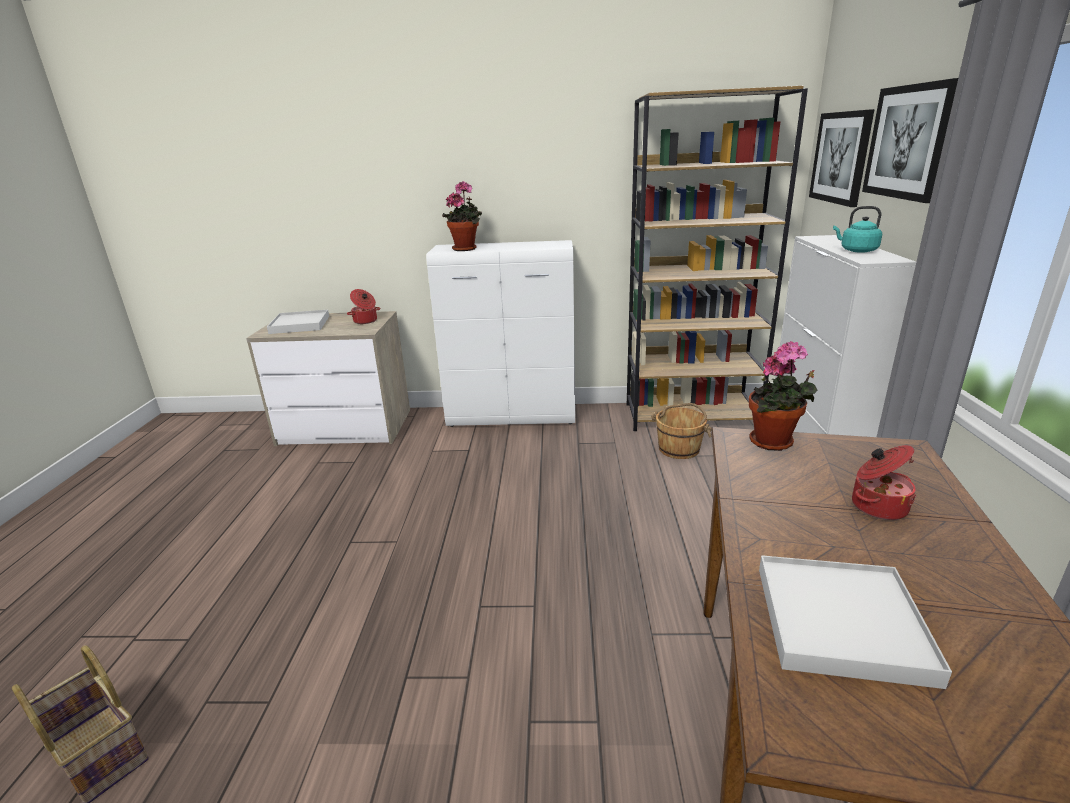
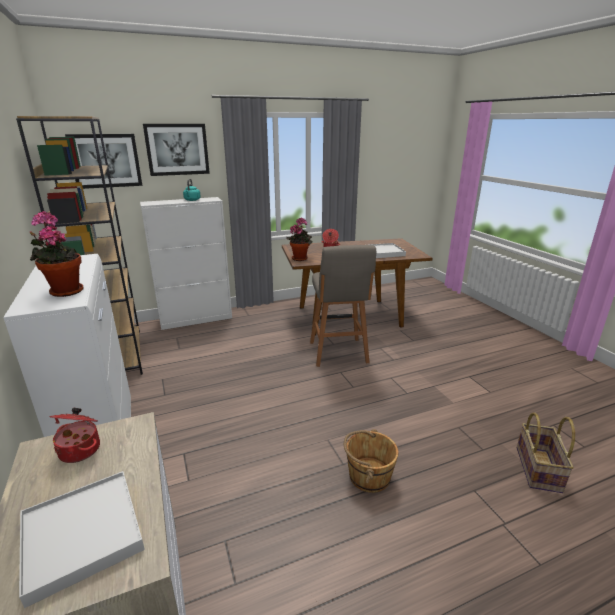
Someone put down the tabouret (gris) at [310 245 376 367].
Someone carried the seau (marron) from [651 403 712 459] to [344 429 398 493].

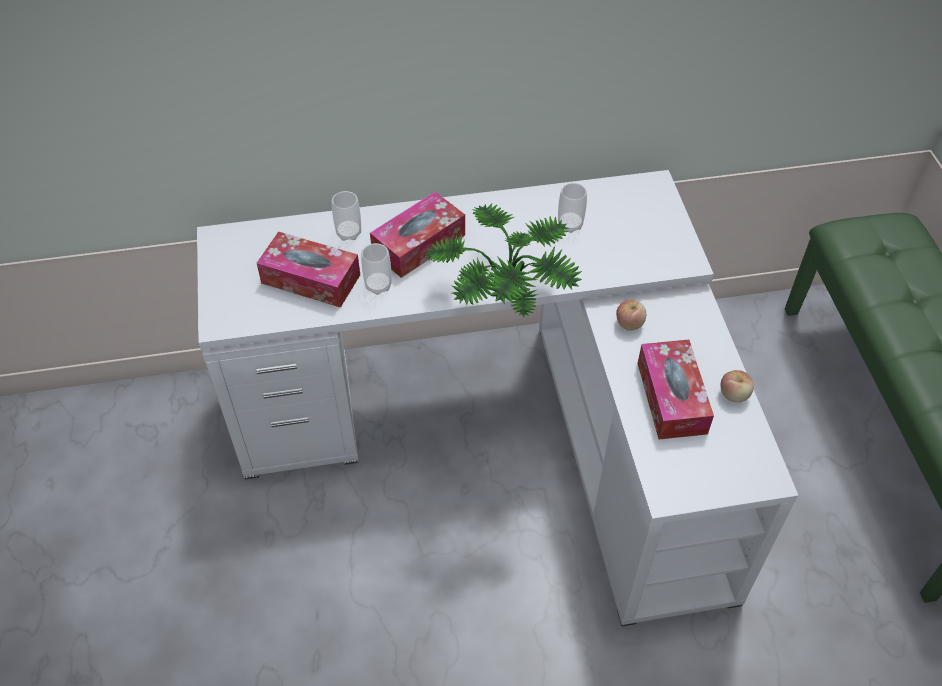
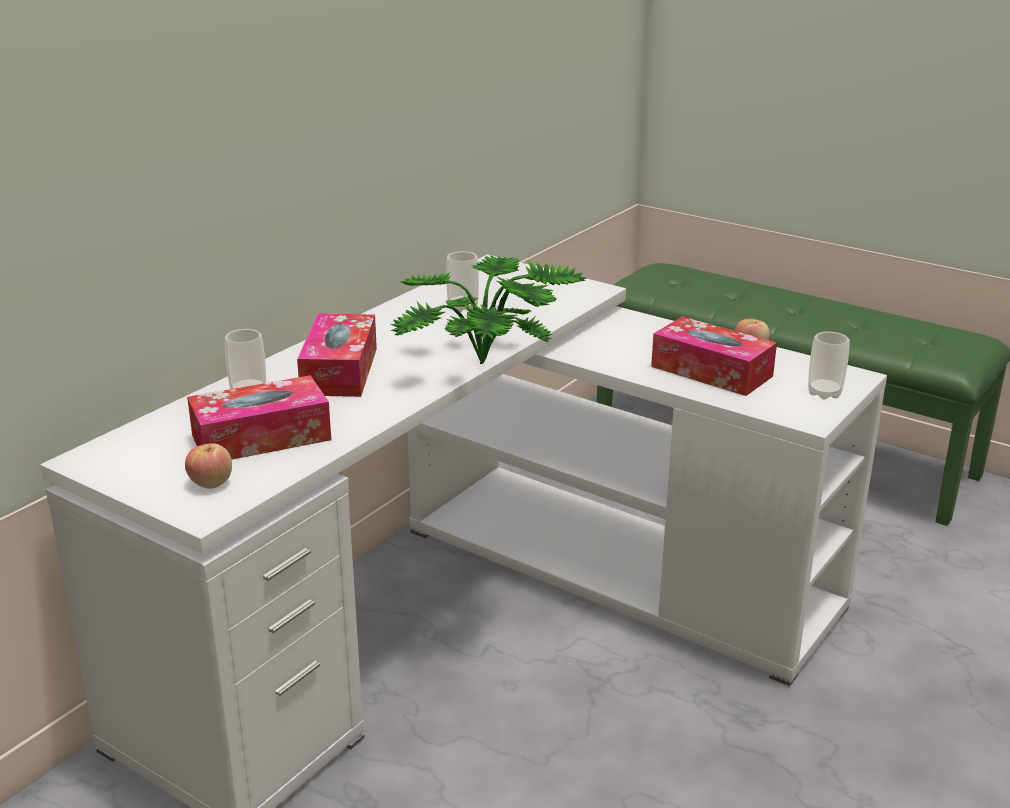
Someone carried the pomme from [616 300 646 331] to [185 443 232 489].
Someone carried the tasse from [361 243 392 295] to [808 332 850 400].

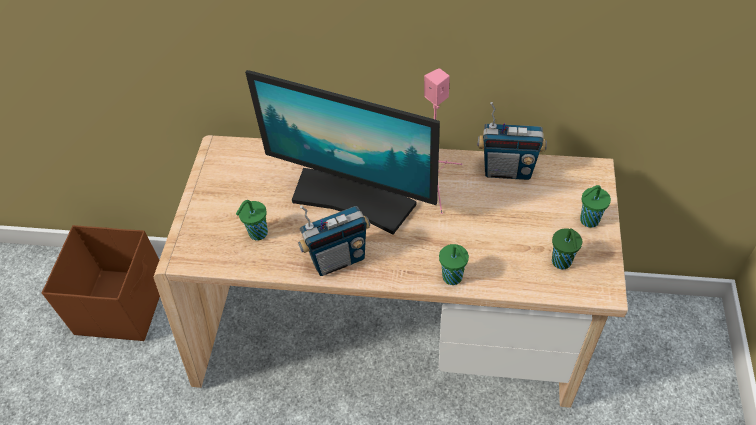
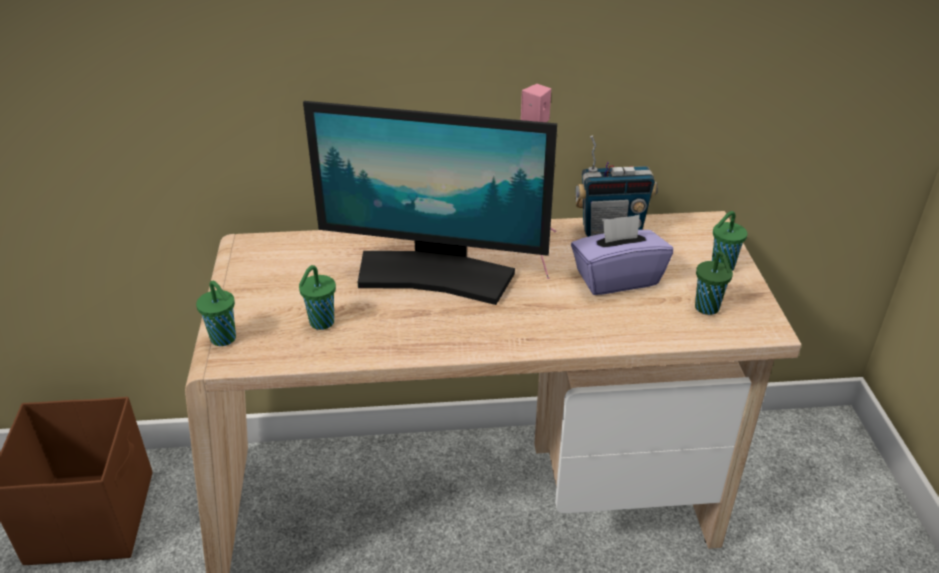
Someone carried the tasse (vert) from [439 244 469 285] to [196 281 236 346].
Someone put down the boîte à mouchoirs (violet) at [571 215 673 295].
Someone took away the radio at [298 205 370 276].

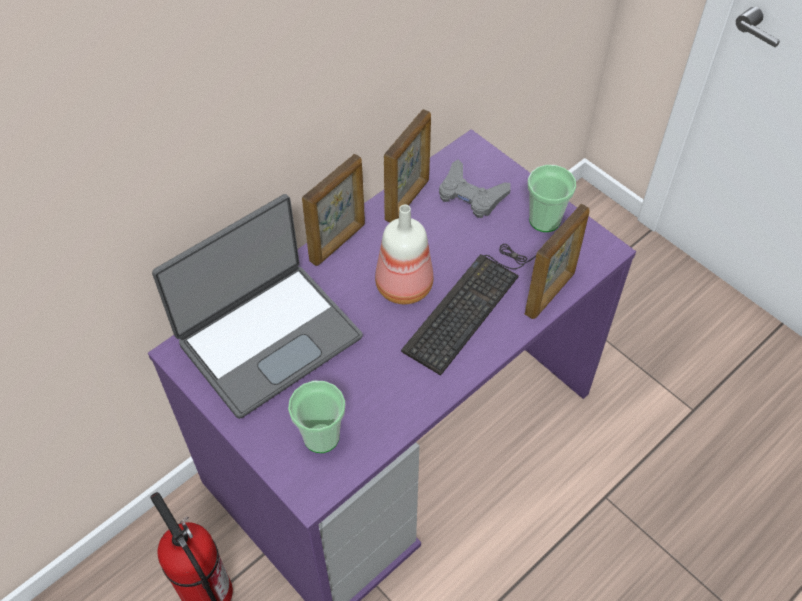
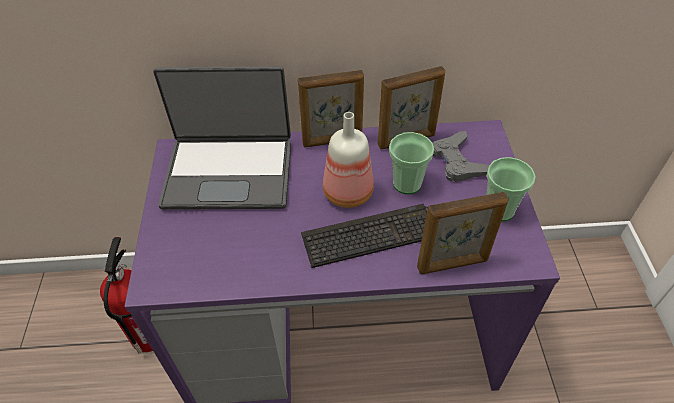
Someone carried the tasse from [288 381 345 453] to [389 132 434 194].

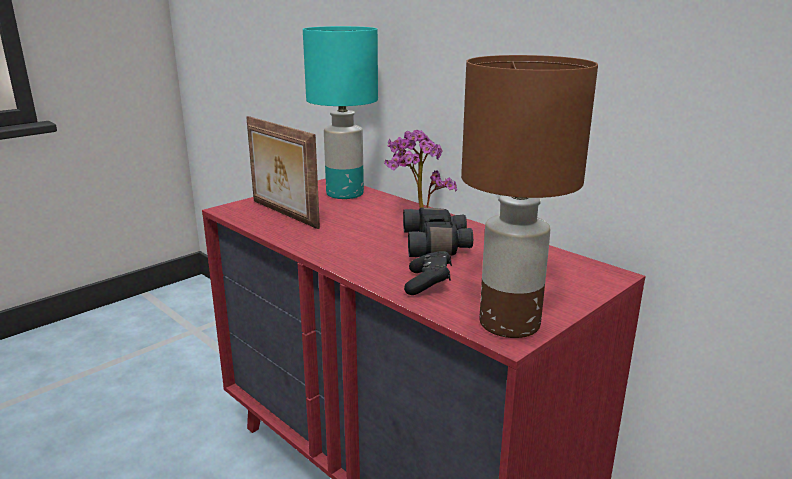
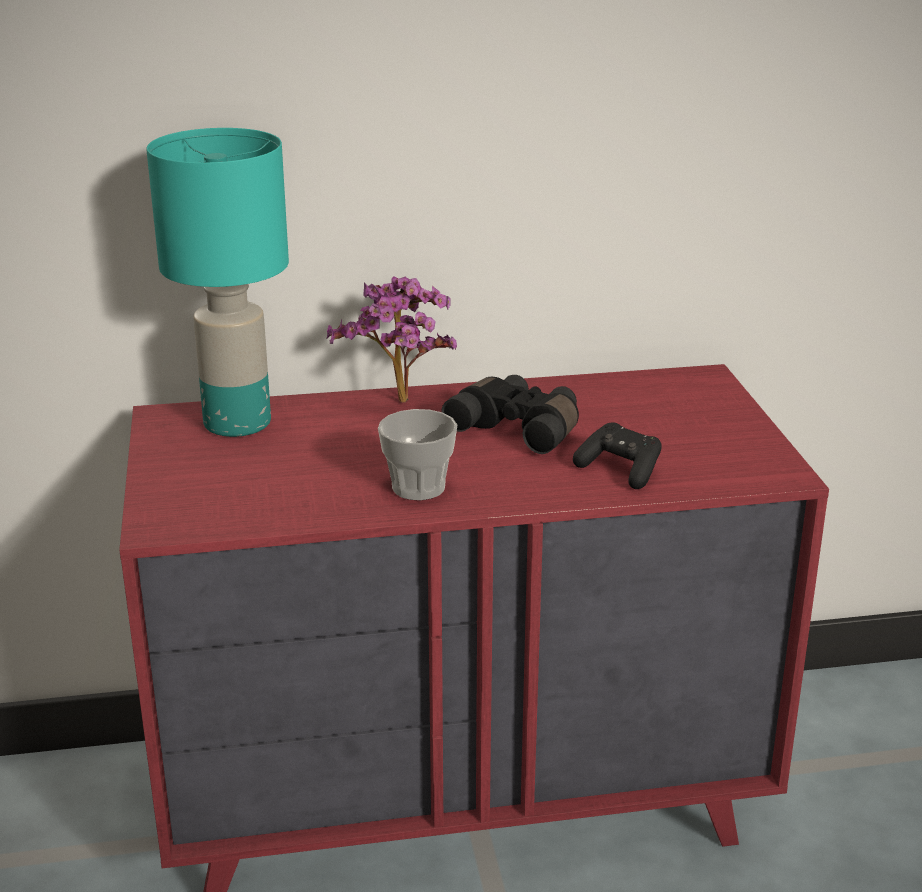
Someone put down the tasse at [378 409 457 500].
Someone took away the cadre photo at [246 116 320 229].
Someone took away the lampe de table (marron) at [461 55 598 338].

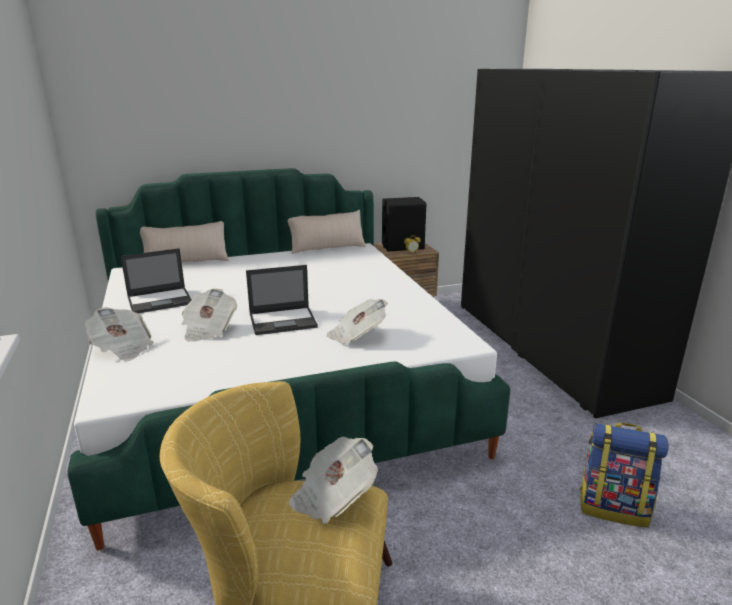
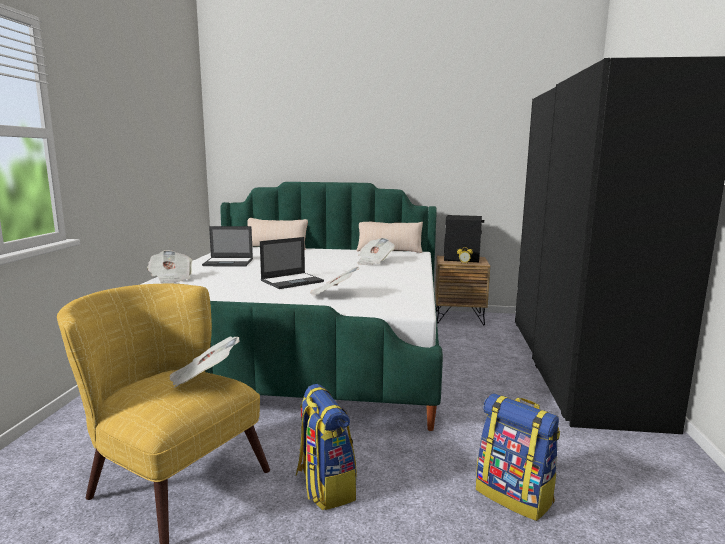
Someone rotated the ordinateur portable at [246 265 318 335] by 45 degrees counterclockwise.
Someone put down the sac à dos at [296 384 357 510].
Someone carried the journal from [182 288 237 342] to [357 238 395 265].

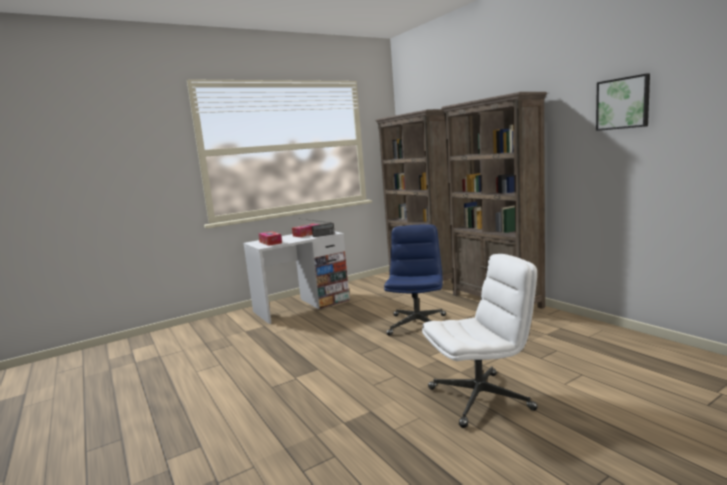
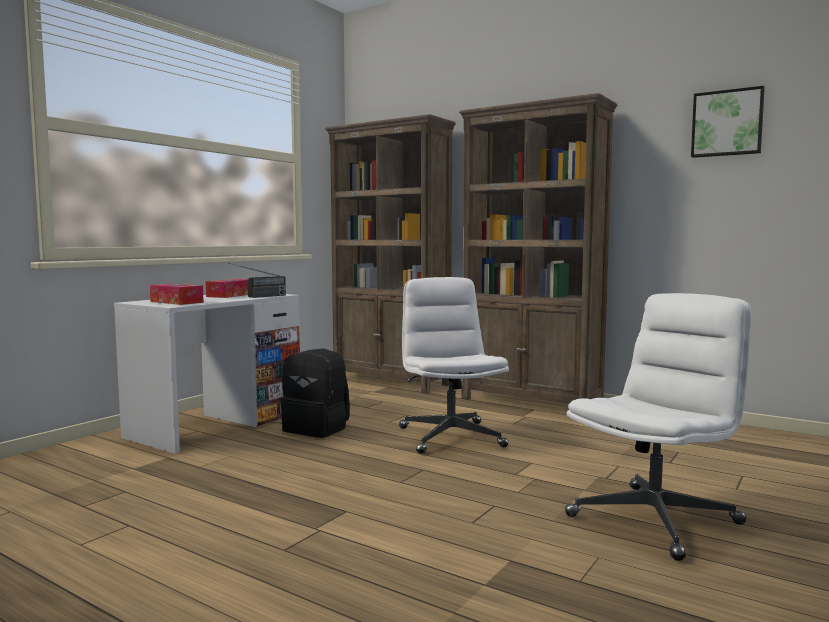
Someone put down the sac à dos (noir) at [280 348 350 438].
Someone repainted the chaise de bureau (bleu) at [384 225 446 336], which became the chaise de bureau (blanc) at [399 277 509 454].

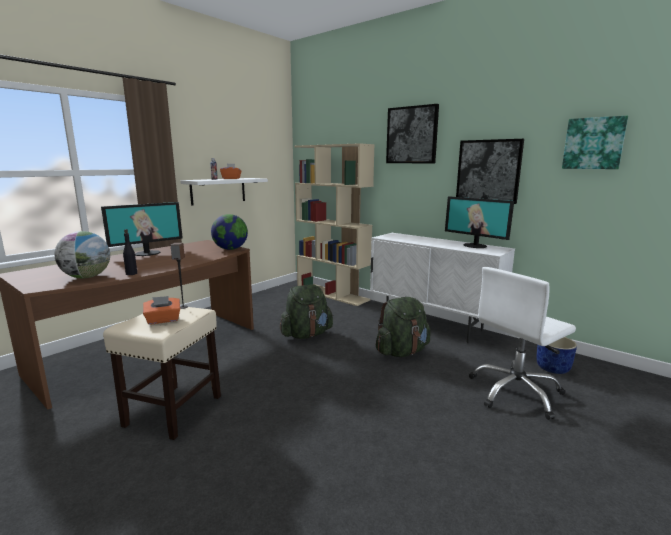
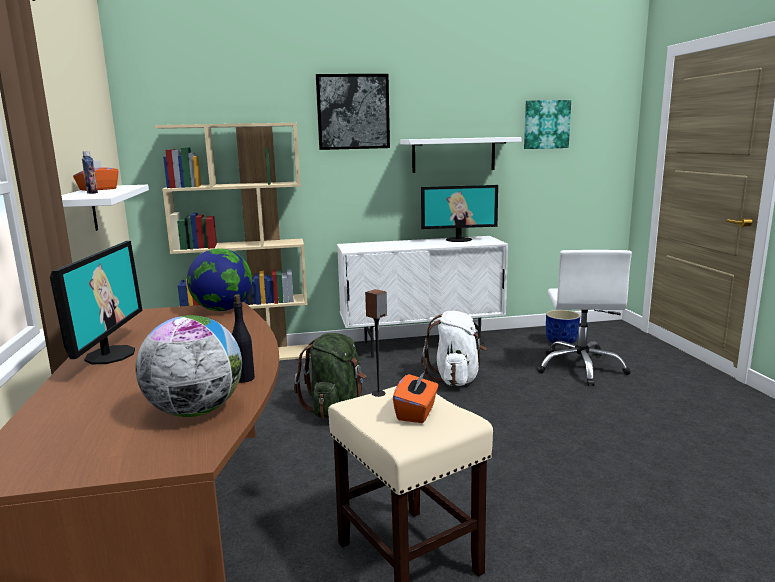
Someone swapped the tableau at [456 139 524 204] for the étagère (blanc) at [400 137 522 173].
Someone repainted the sac à dos (vert) at [376 297 431 357], which became the sac à dos (blanc) at [421 311 487 386].

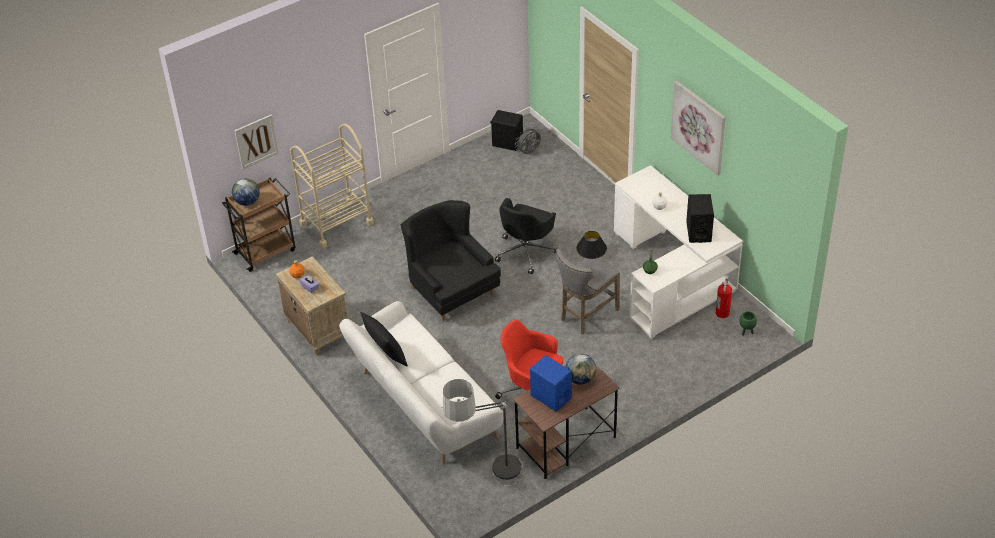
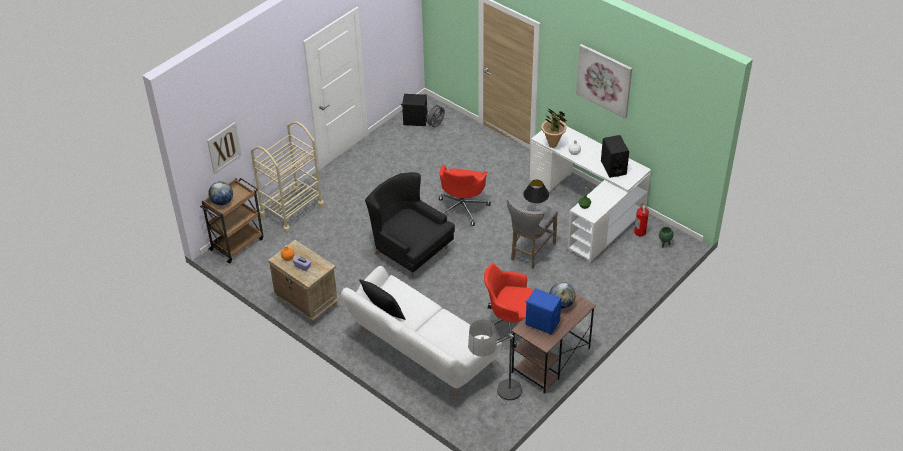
Someone repainted the chaise de bureau (noir) at [495 198 557 274], which became the chaise de bureau (rouge) at [439 165 491 226].
Someone put down the plante en pot at [541 108 567 148].

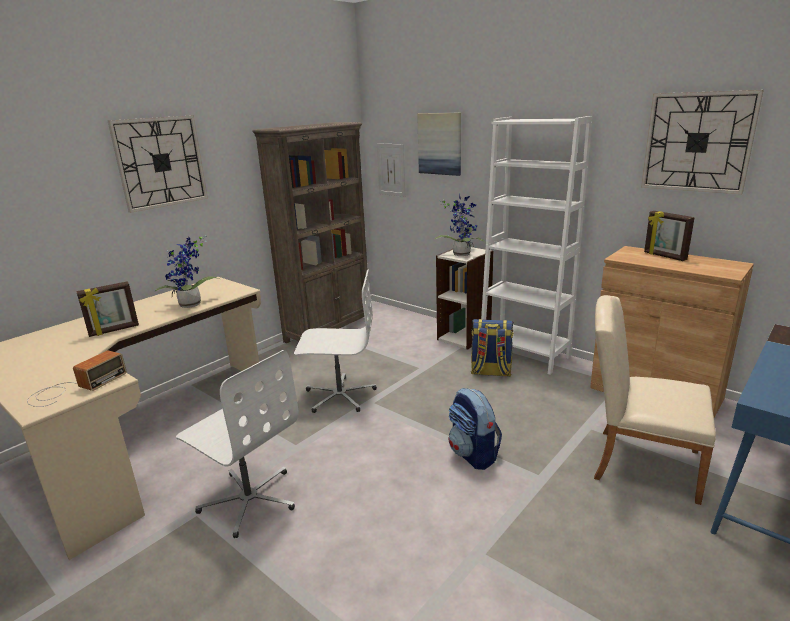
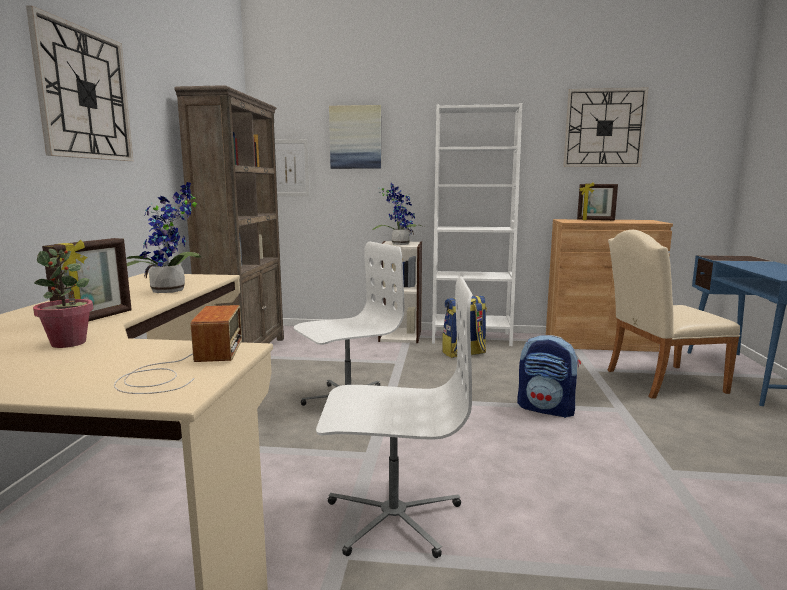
Someone put down the plante en pot at [33 249 94 348].

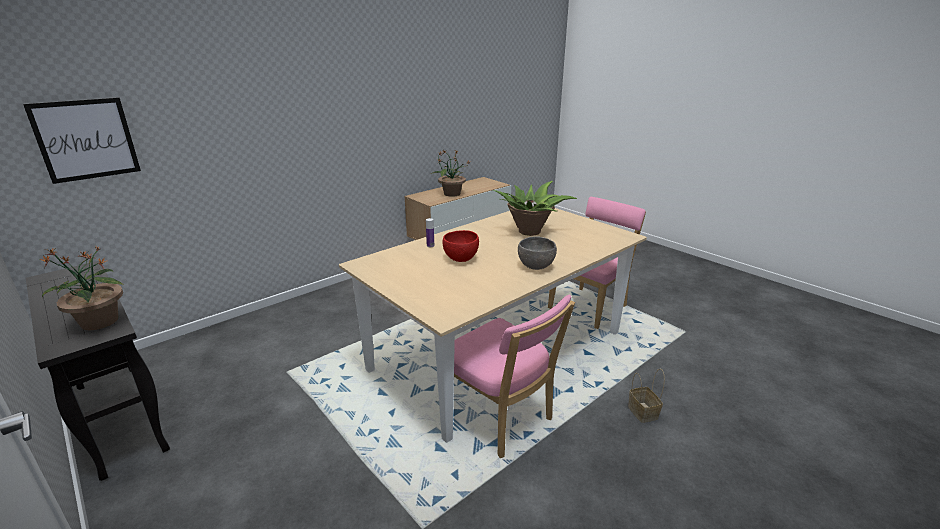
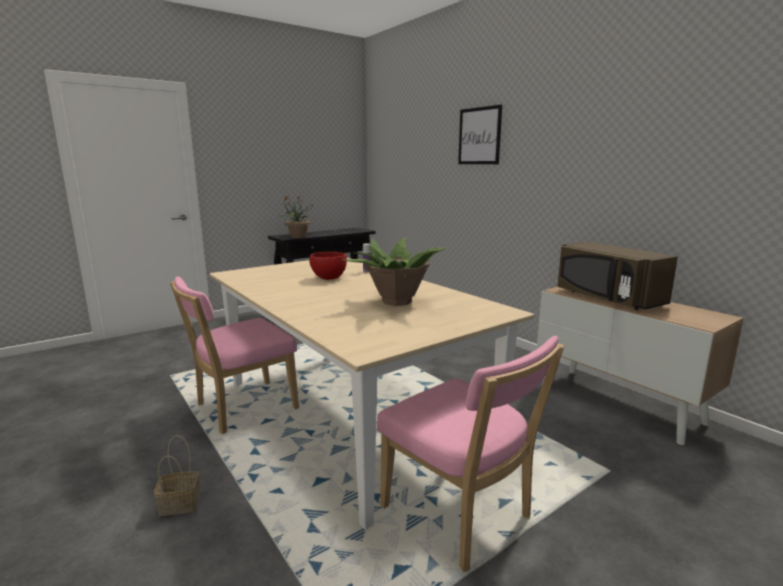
Someone carried the tableau from [23 97 141 184] to [458 105 502 164].
Someone swapped the plante en pot at [431 149 470 197] for the micro-ondes (marron) at [557 241 678 310].
Someone took away the bol (gris) at [518 236 557 270].

